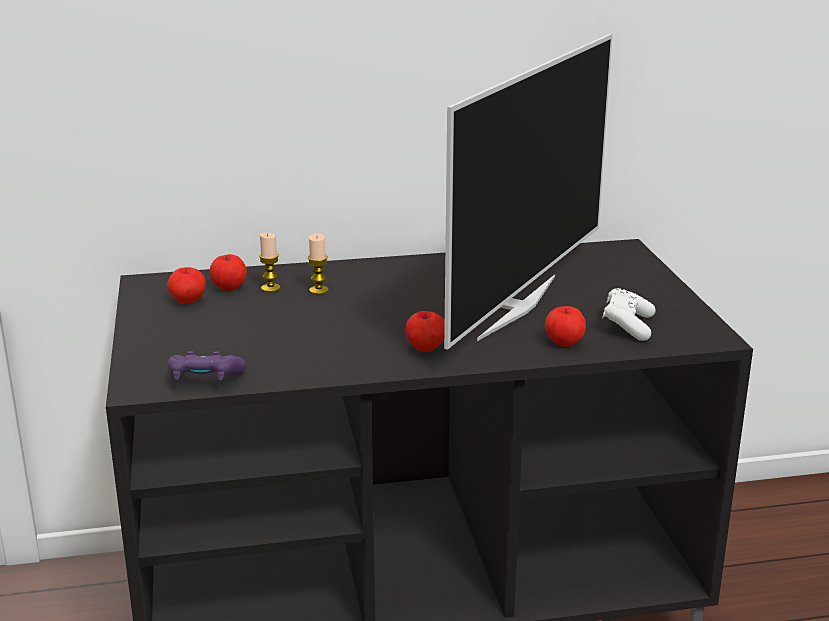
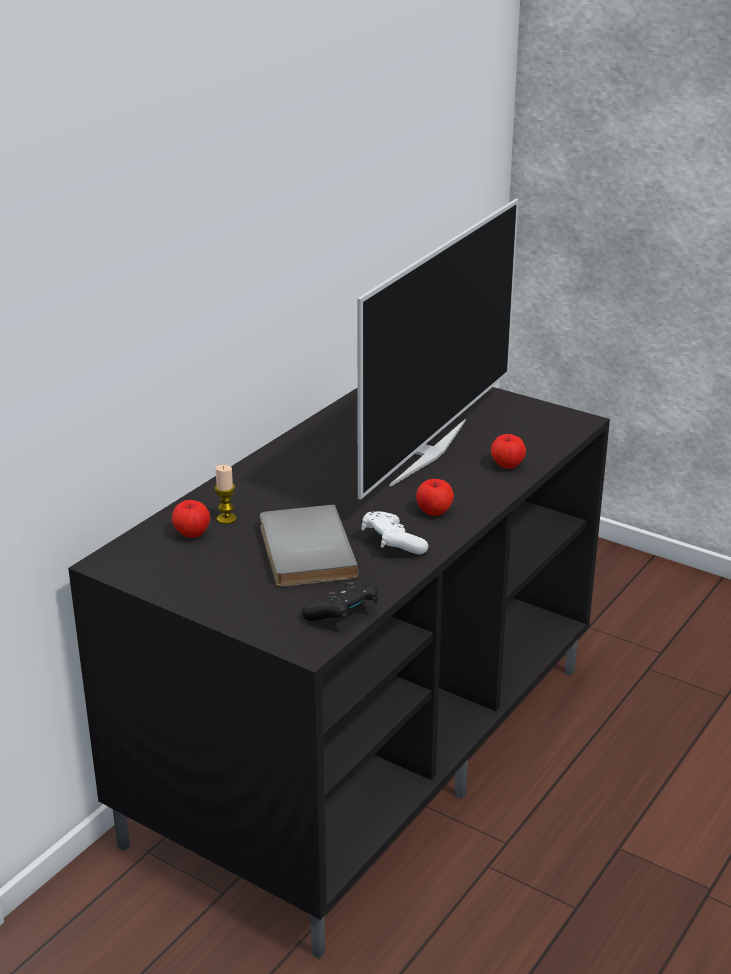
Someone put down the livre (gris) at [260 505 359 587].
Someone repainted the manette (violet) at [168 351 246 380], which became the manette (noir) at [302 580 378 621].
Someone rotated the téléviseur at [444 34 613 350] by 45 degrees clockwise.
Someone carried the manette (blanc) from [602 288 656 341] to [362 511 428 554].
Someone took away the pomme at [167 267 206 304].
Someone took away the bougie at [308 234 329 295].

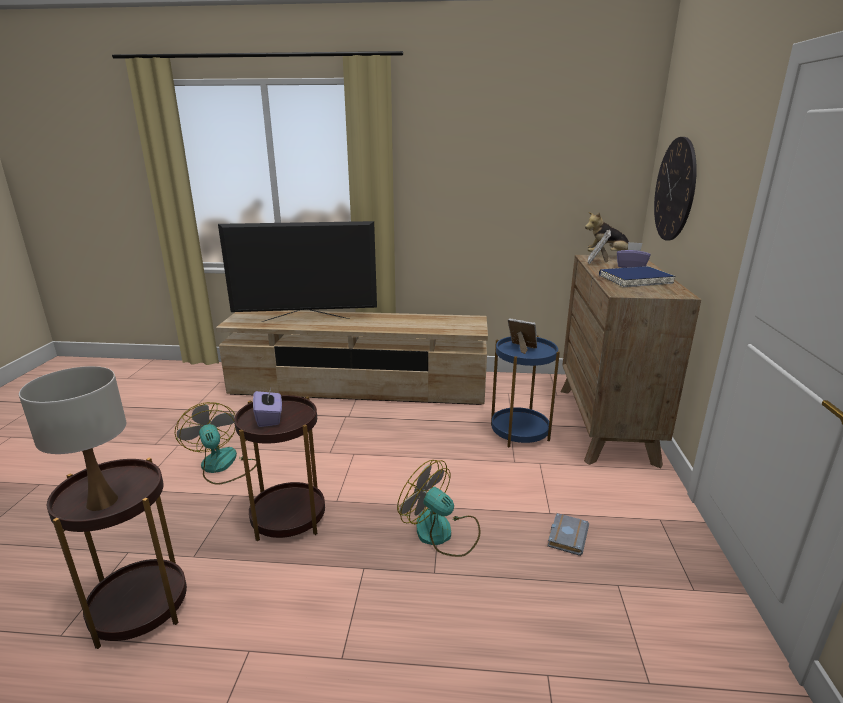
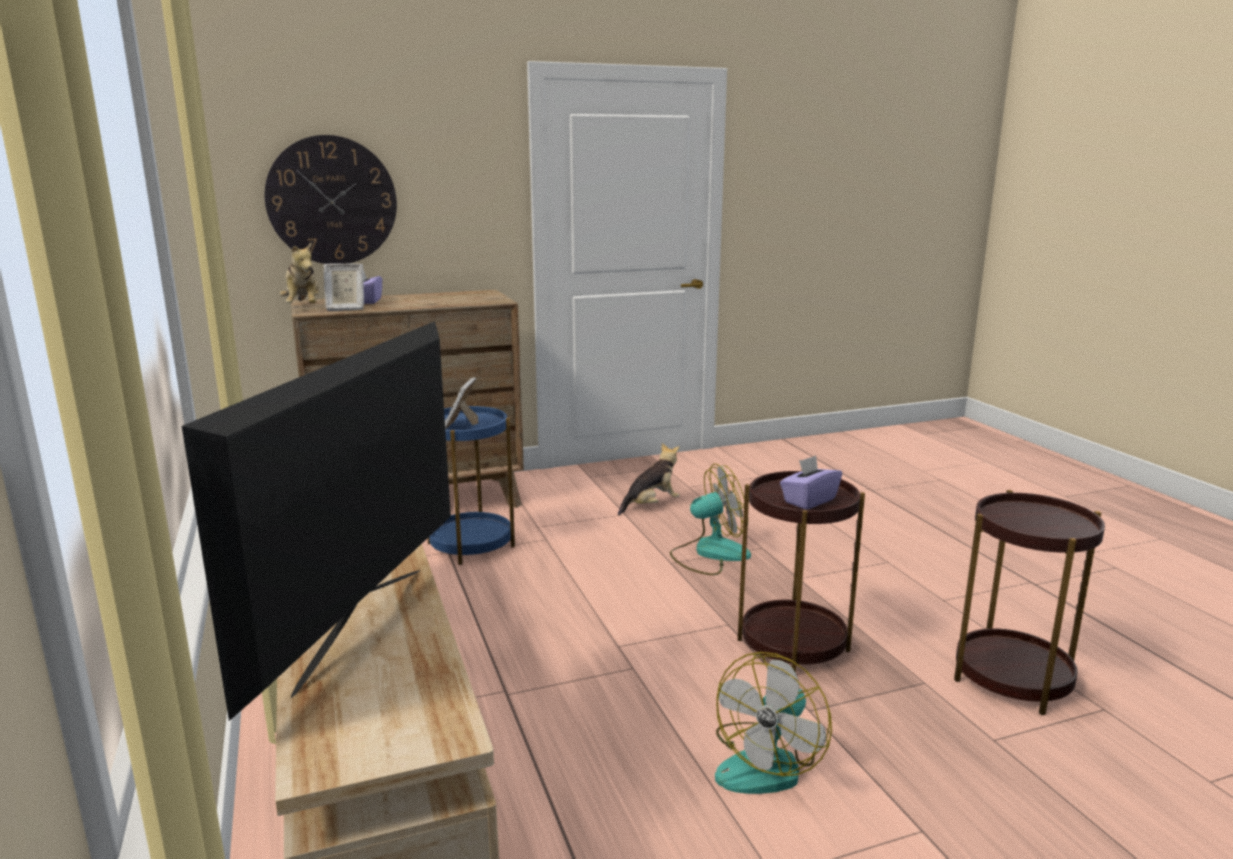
Someone rotated the téléviseur at [218 221 377 322] by 135 degrees counterclockwise.
Someone swapped the livre (gris) at [547 513 589 556] for the peluche at [618 443 680 515].
Someone rotated the ventilateur at [397 460 480 557] by 120 degrees counterclockwise.
Someone took away the lampe de table (blanc) at [19 366 126 511].
Someone took away the livre (bleu) at [599 266 676 287].

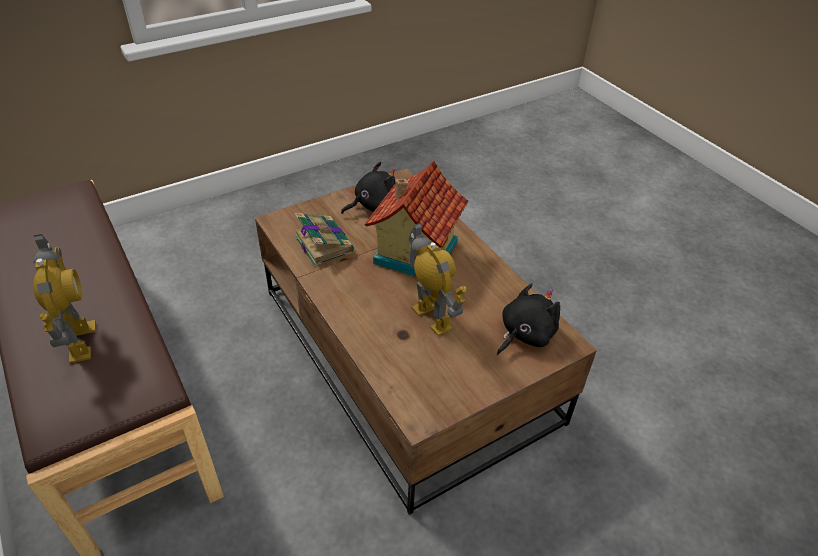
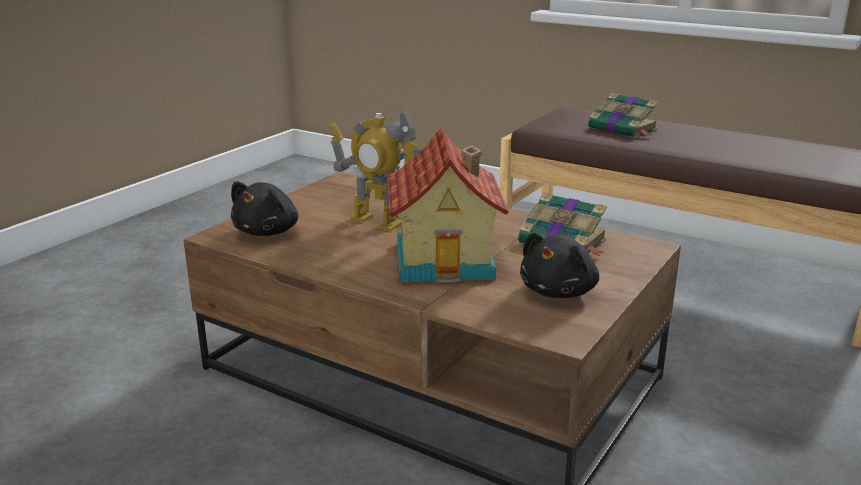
Someone swapped the robot jouet at [33 234 96 364] for the livre at [588 93 658 138].

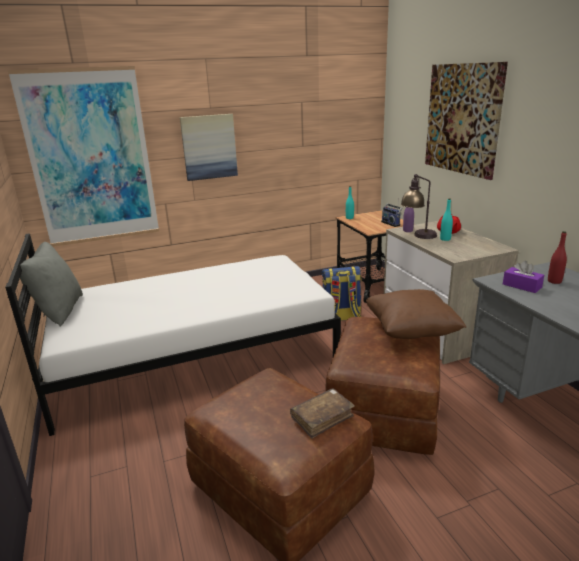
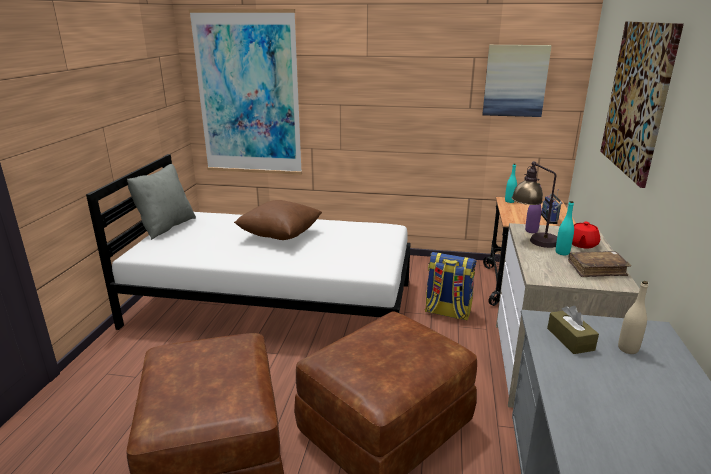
Someone carried the coussin (marron) from [366 289 466 339] to [234 200 322 240].
Someone carried the tableau from [180 114 238 181] to [482 45 552 117].
Someone repainted the boîte à mouchoirs (violet) at [503 261 544 293], which became the boîte à mouchoirs (marron) at [547 306 599 354].
Someone carried the livre (marron) from [290 389 355 438] to [568 251 631 277].
Someone repainted the bouteille (rouge) at [548 231 567 284], which became the bouteille (beige) at [618 281 648 354].

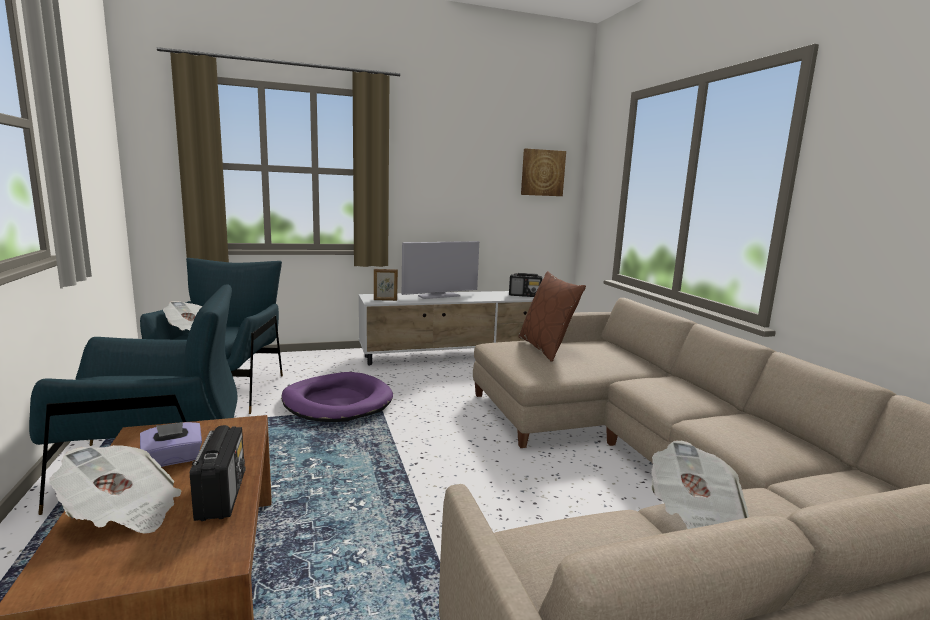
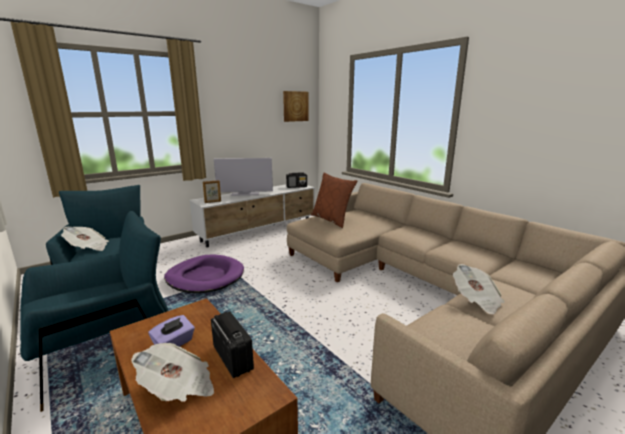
Someone rotated the téléviseur at [402 241 479 299] by 45 degrees clockwise.

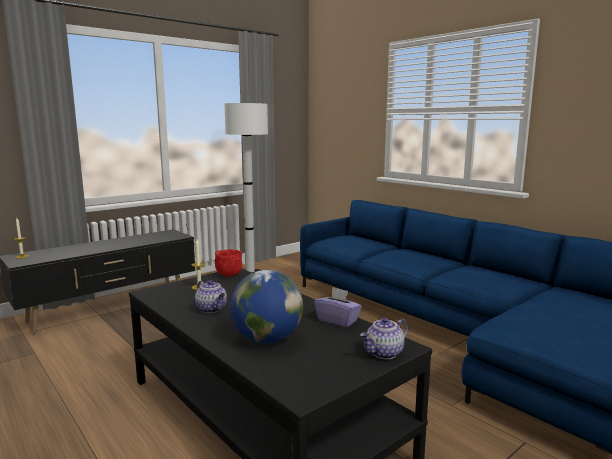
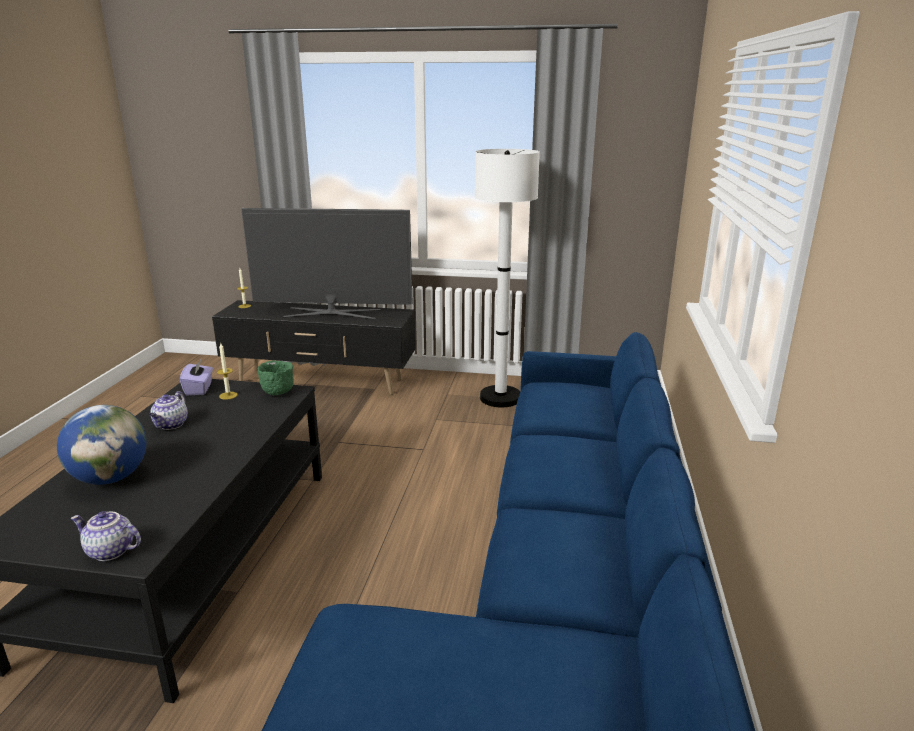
Someone carried the boîte à mouchoirs (violet) from [314 287 362 327] to [180 360 213 395].
Someone put down the téléviseur at [241 208 413 320].
Someone repainted the bol (rouge) at [215 249 242 276], which became the bol (vert) at [258 360 294 395].

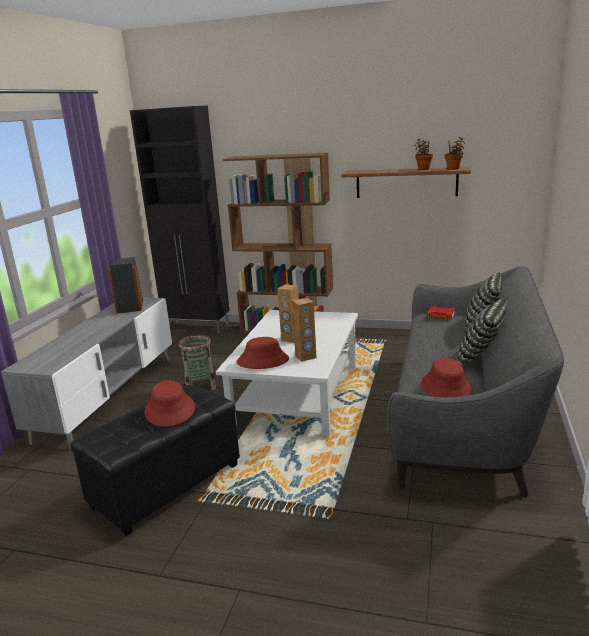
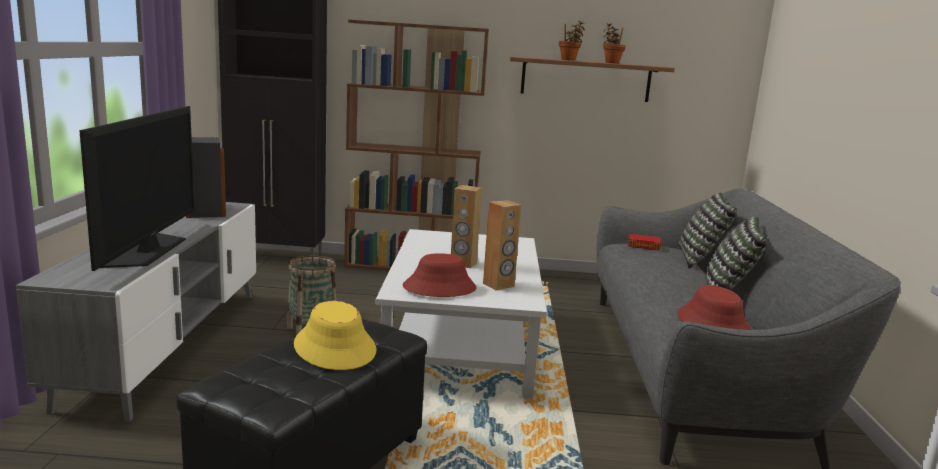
Someone put down the téléviseur at [79 106 195 271].
Someone repainted the chapeau (rouge) at [144 380 195 427], which became the chapeau (jaune) at [294 301 376 370].
Someone carried the plante en pot from [445 137 465 169] to [559 21 585 61].

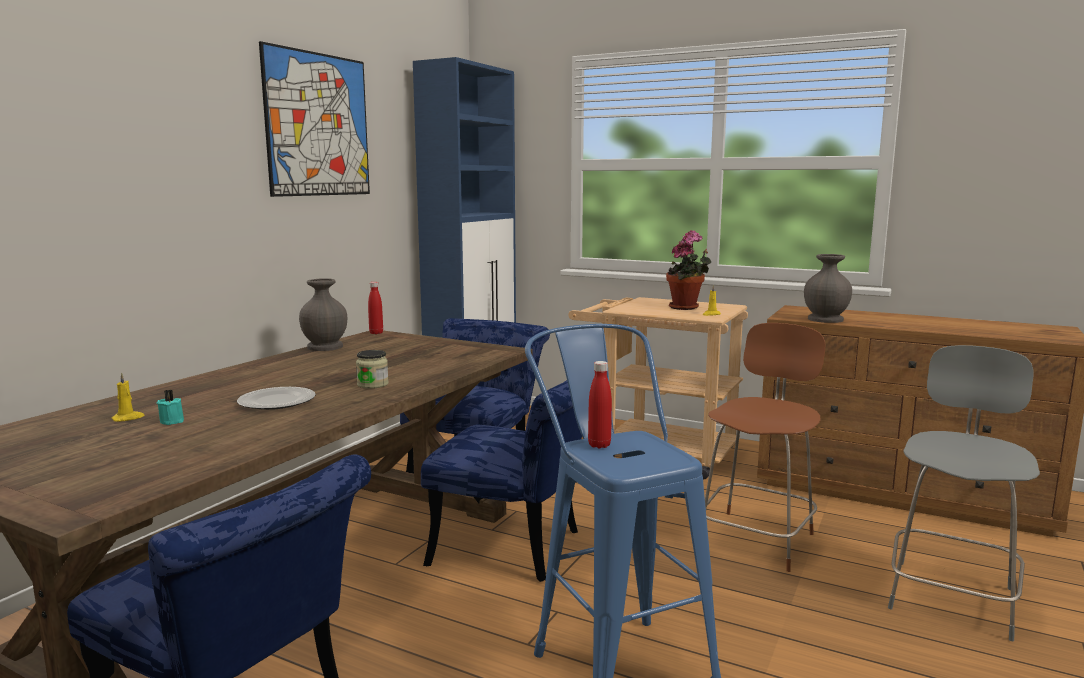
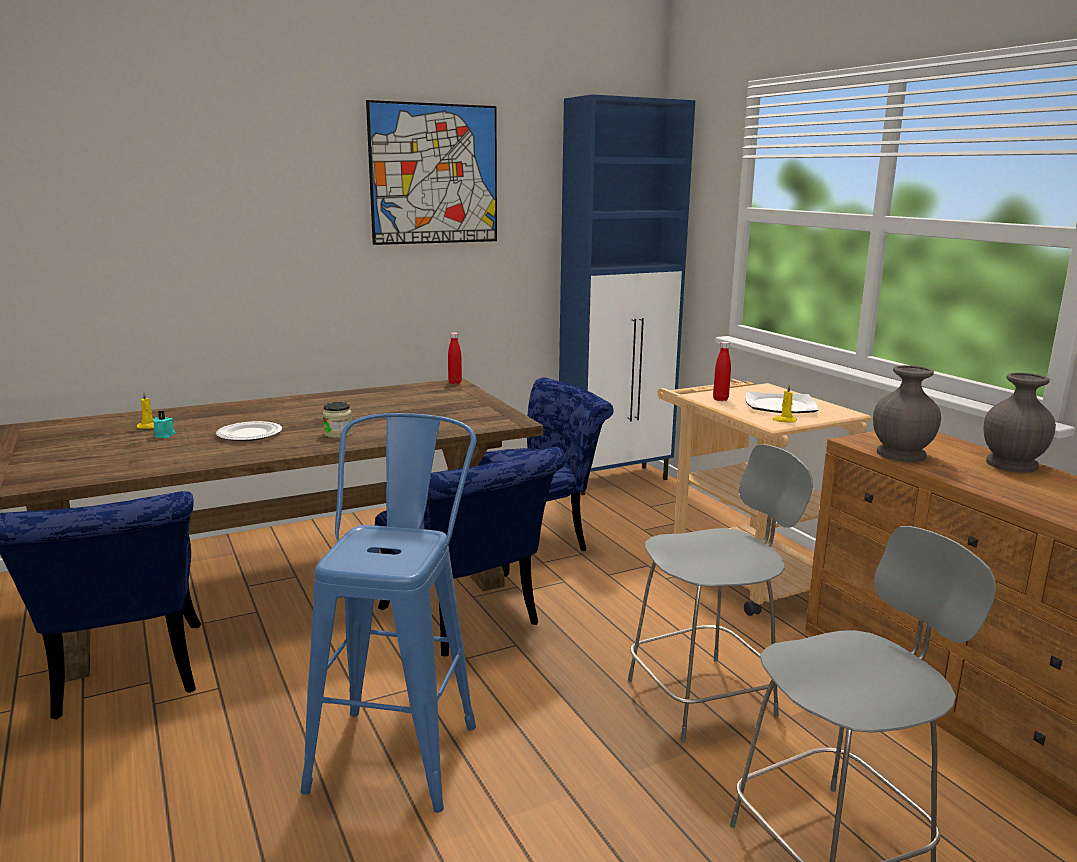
Someone repainted the tabouret (marron) at [705 323 825 572], which became the tabouret (gris) at [628 444 813 743].
Someone carried the bouteille (rouge) from [588 361 612 449] to [713 342 731 401].
Someone swapped the plante en pot at [666 230 711 310] for the assiette at [745 391 818 413].
Someone carried the vase (gris) from [299 278 348 351] to [984 372 1056 473].

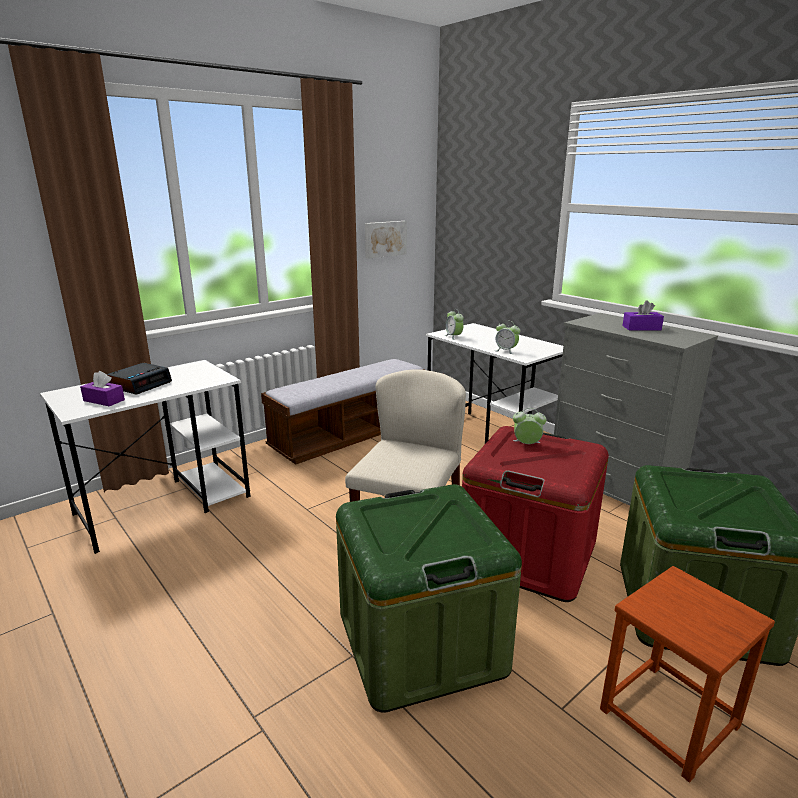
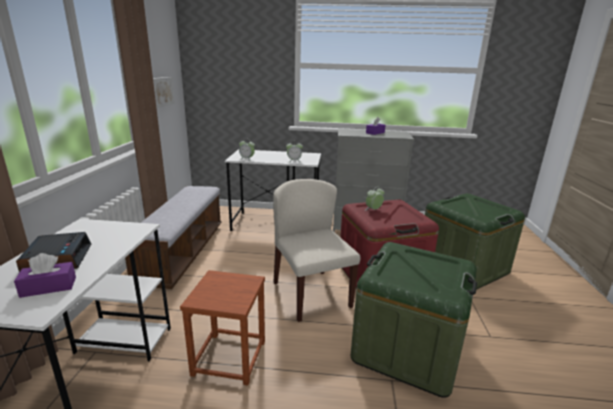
Someone carried the tabouret (marron) from [600 566 775 782] to [180 270 265 385].

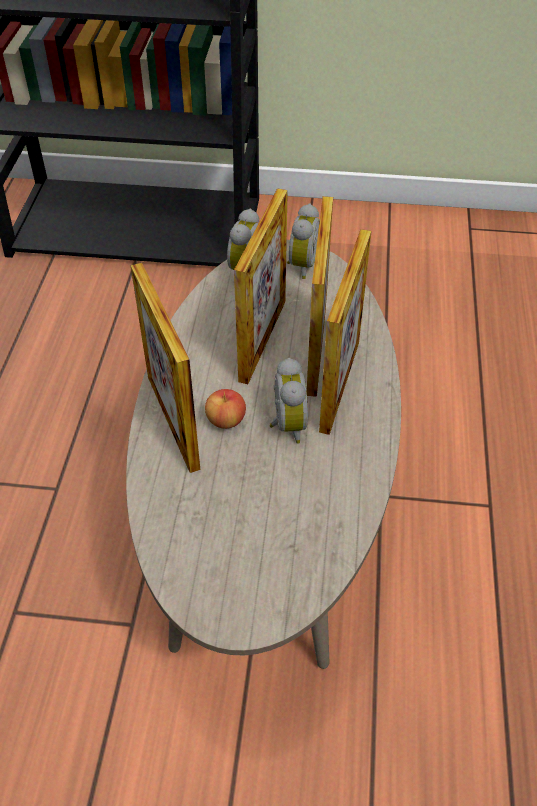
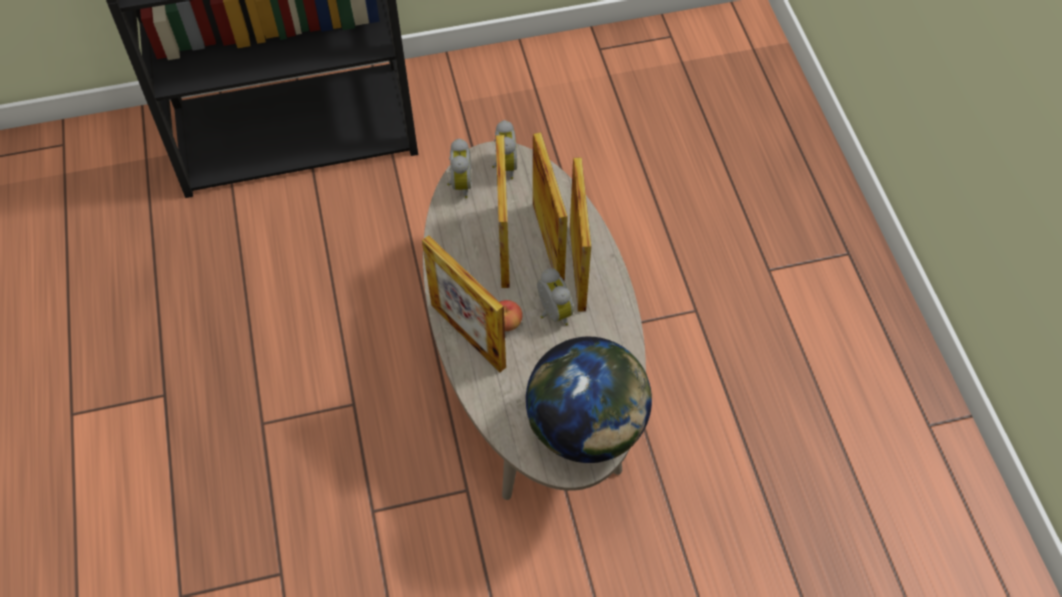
Someone put down the globe at [526 337 652 463].

